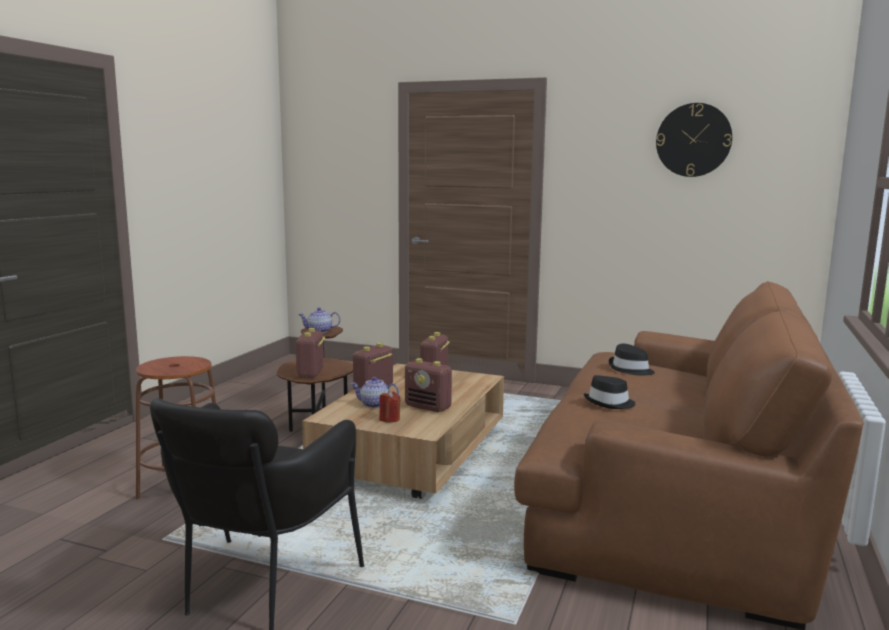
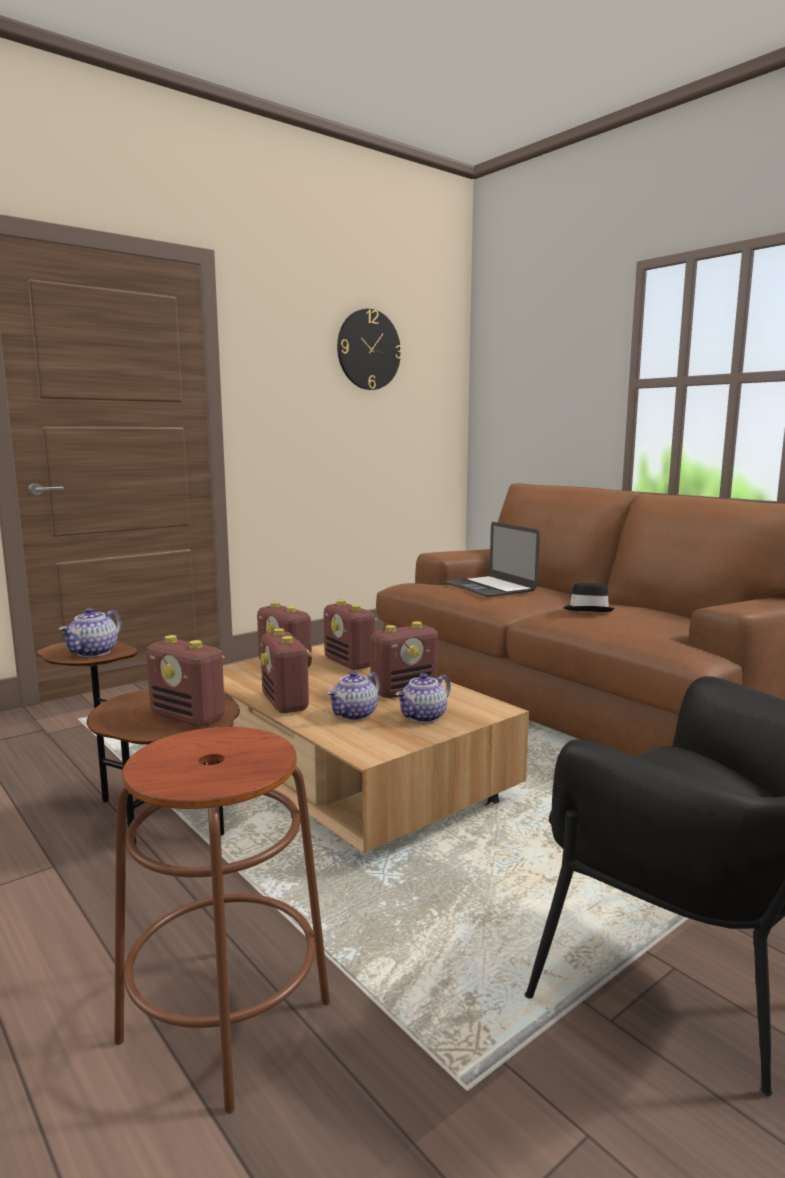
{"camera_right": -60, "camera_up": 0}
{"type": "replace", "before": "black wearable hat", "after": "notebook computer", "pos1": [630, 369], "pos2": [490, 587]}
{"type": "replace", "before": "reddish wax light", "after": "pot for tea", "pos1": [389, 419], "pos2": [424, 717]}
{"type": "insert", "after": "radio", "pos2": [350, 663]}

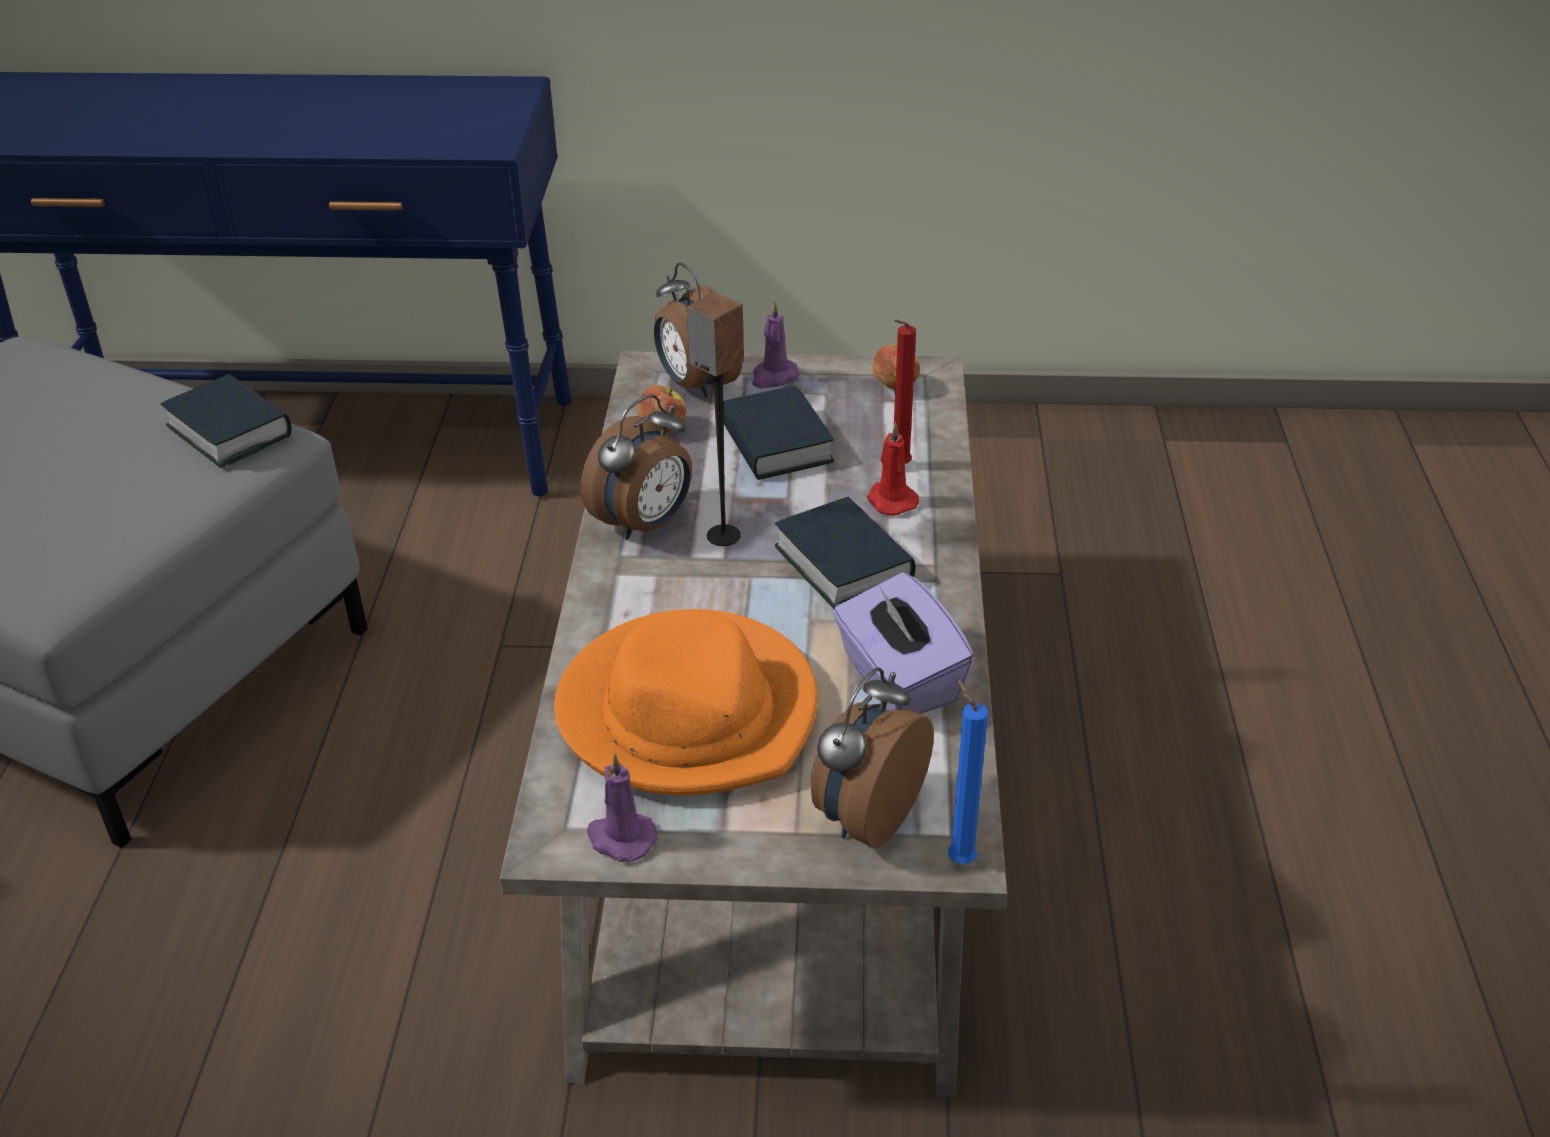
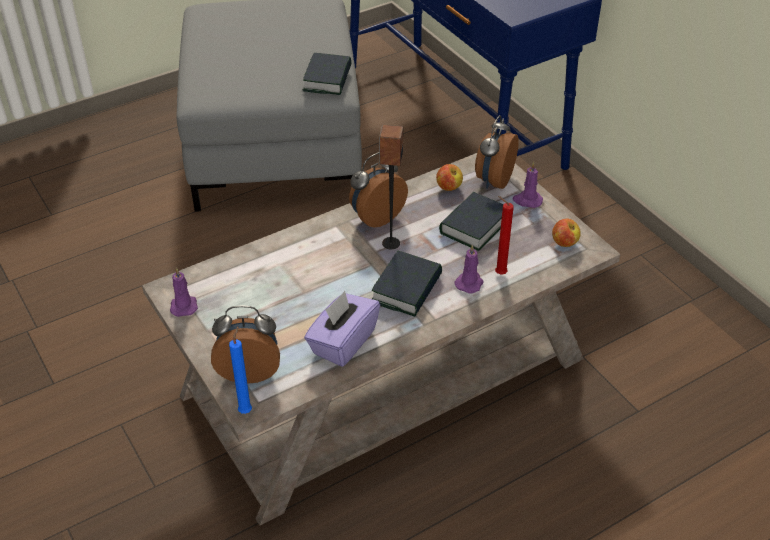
{"camera_right": 55, "camera_up": 5}
{"type": "rotate", "before": "bedside clock", "pos1": [645, 524], "pos2": [376, 217], "turn": 135}
{"type": "recolor", "before": "reddish wax light", "after": "purple-coloured wax light", "pos1": [890, 500], "pos2": [469, 283]}
{"type": "delete", "before": "orange wearable hat", "pos1": [690, 712]}

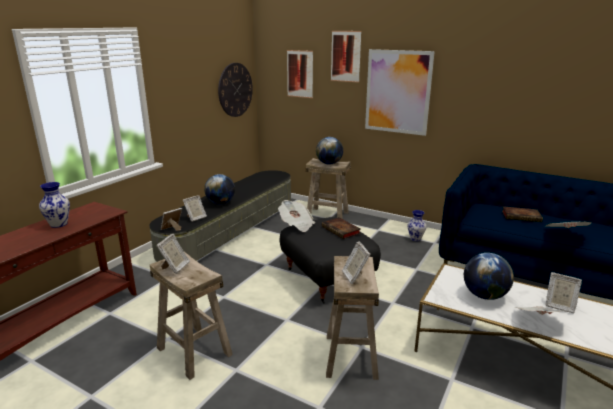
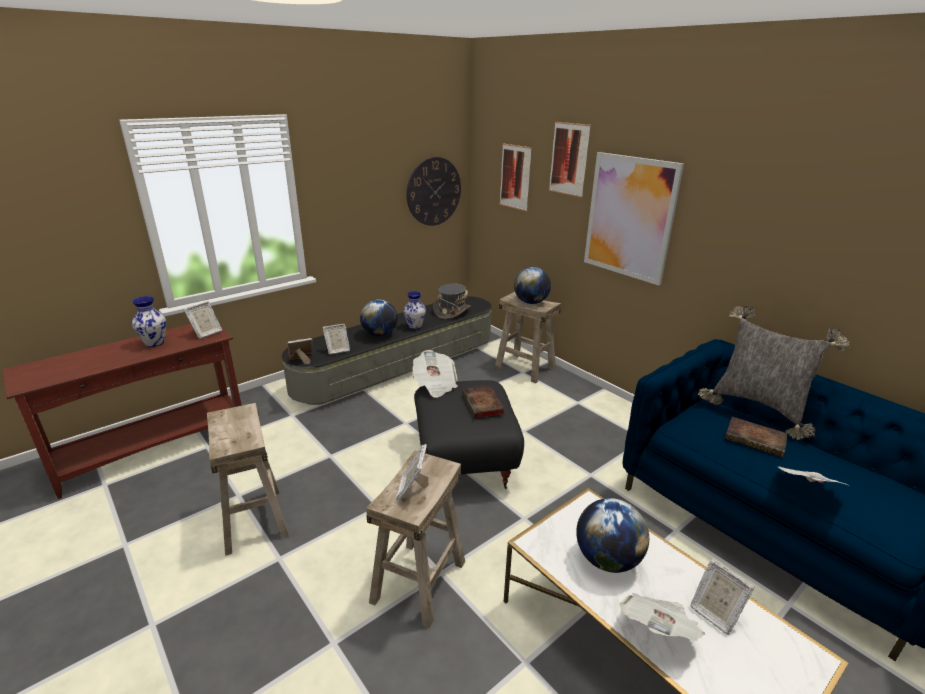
{"camera_right": 20, "camera_up": 5}
{"type": "move", "before": "decorative vase", "pos1": [415, 239], "pos2": [415, 326]}
{"type": "move", "before": "photo frame", "pos1": [175, 267], "pos2": [206, 333]}
{"type": "insert", "after": "greyish wearable hat", "pos2": [451, 311]}
{"type": "insert", "after": "pillow", "pos2": [756, 414]}

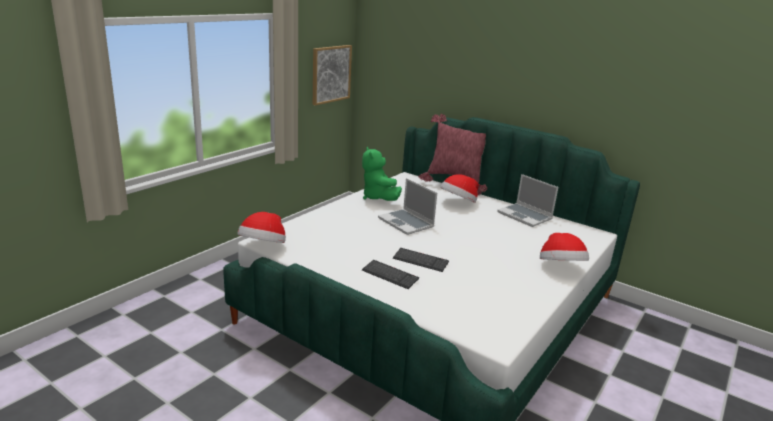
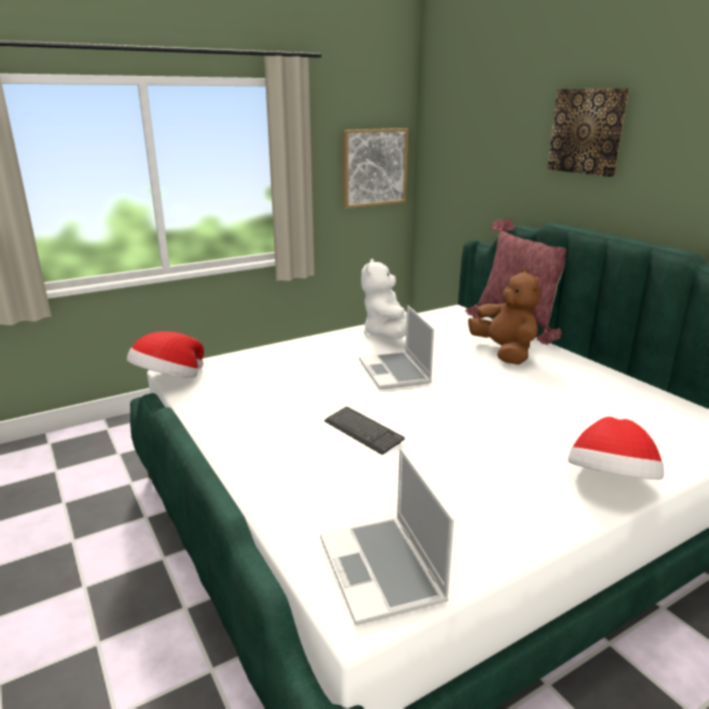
{"camera_right": 25, "camera_up": 0}
{"type": "recolor", "before": "greenish cuddly toy", "after": "white-coloured cuddly toy", "pos1": [378, 198], "pos2": [387, 334]}
{"type": "replace", "before": "wearable hat", "after": "brownish cuddly toy", "pos1": [458, 203], "pos2": [504, 353]}
{"type": "move", "before": "notebook computer", "pos1": [525, 216], "pos2": [383, 571]}
{"type": "delete", "before": "computer keyboard", "pos1": [390, 275]}
{"type": "insert", "after": "wall art", "pos2": [587, 131]}

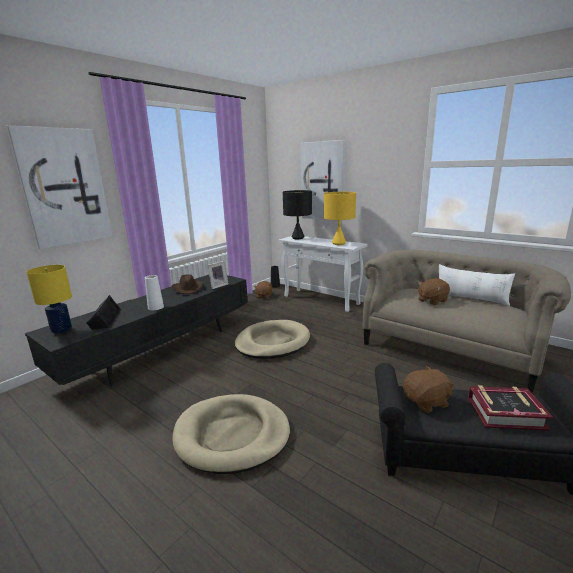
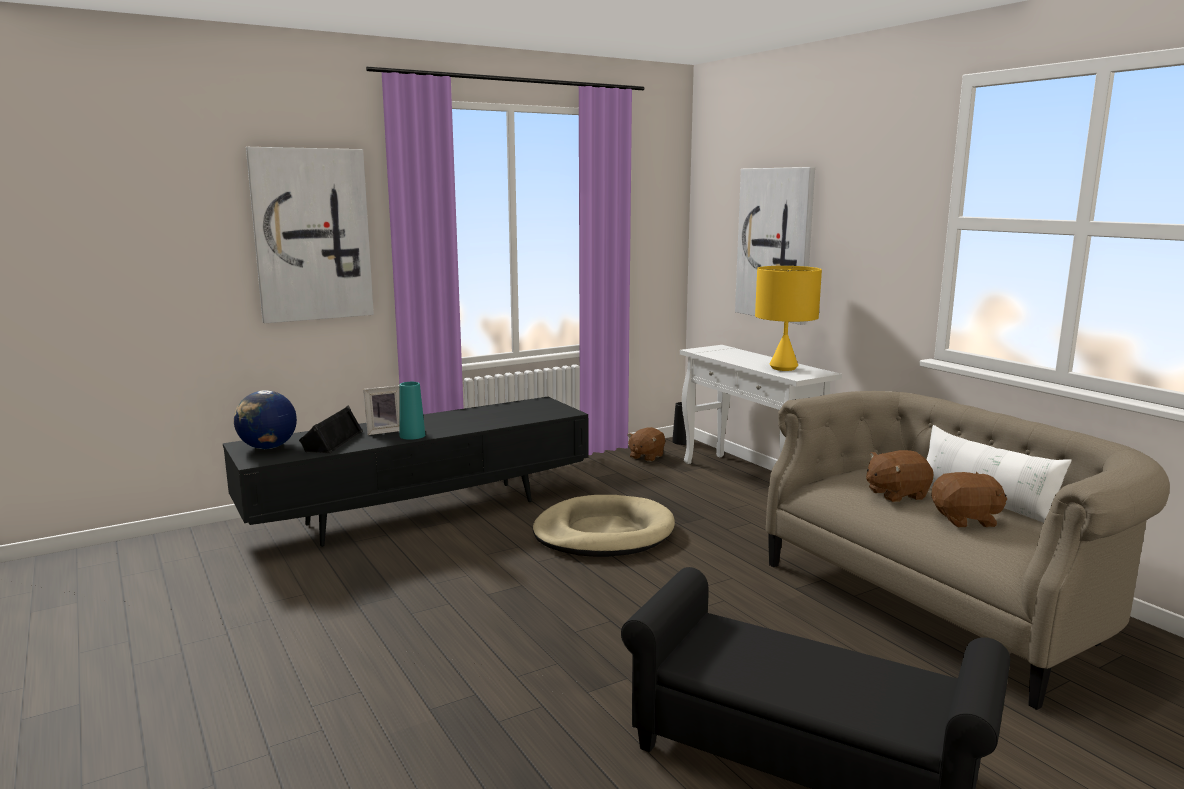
{"camera_right": 20, "camera_up": -5}
{"type": "delete", "before": "black lamp for a table", "pos1": [298, 238]}
{"type": "move", "before": "photo frame", "pos1": [218, 286], "pos2": [385, 431]}
{"type": "replace", "before": "yellowish lamp for a table", "after": "globe", "pos1": [62, 331], "pos2": [267, 447]}
{"type": "delete", "before": "brownish wearable hat", "pos1": [188, 289]}
{"type": "recolor", "before": "white-coloured decorative vase", "after": "turquoise-coloured decorative vase", "pos1": [155, 307], "pos2": [412, 435]}
{"type": "move", "before": "brownish cuddly toy", "pos1": [426, 402], "pos2": [966, 520]}
{"type": "delete", "before": "volume", "pos1": [505, 413]}
{"type": "delete", "before": "beige-coloured dog cushion", "pos1": [232, 435]}

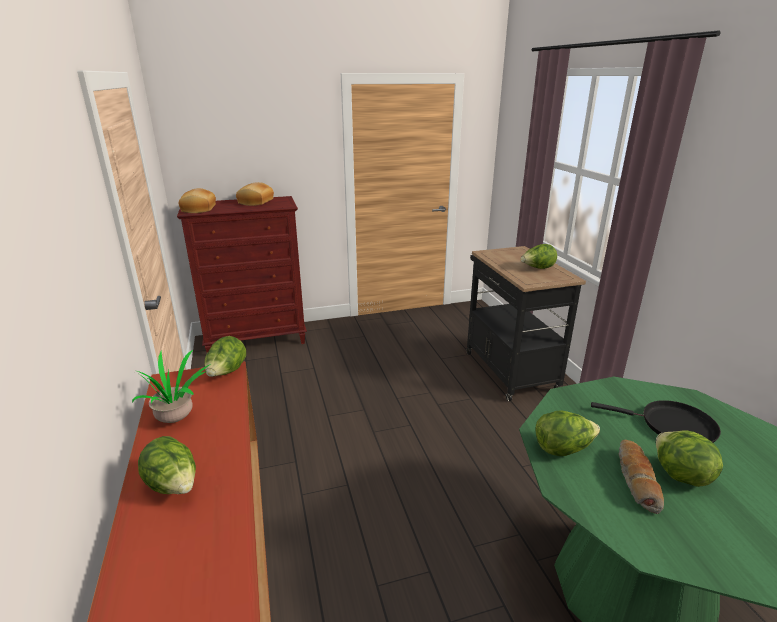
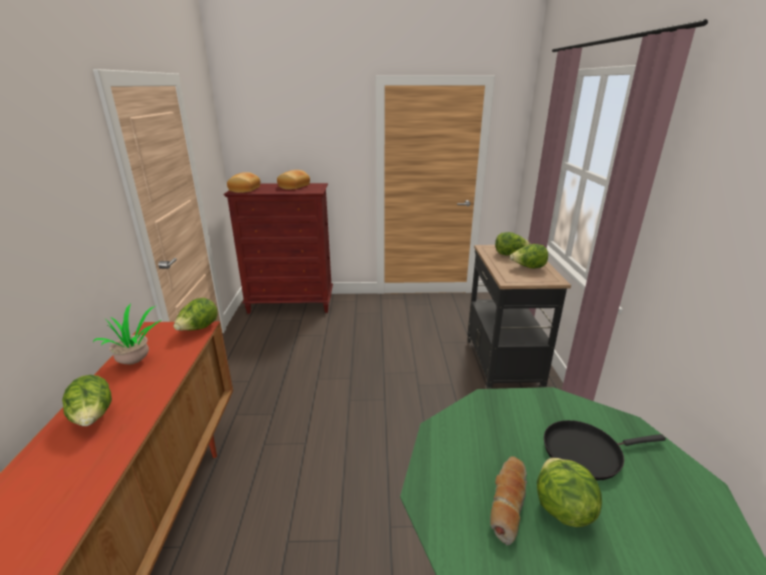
{"camera_right": 15, "camera_up": 0}
{"type": "rotate", "before": "black skillet", "pos1": [672, 426], "pos2": [586, 452], "turn": 135}
{"type": "move", "before": "head of lettuce", "pos1": [563, 448], "pos2": [509, 254]}

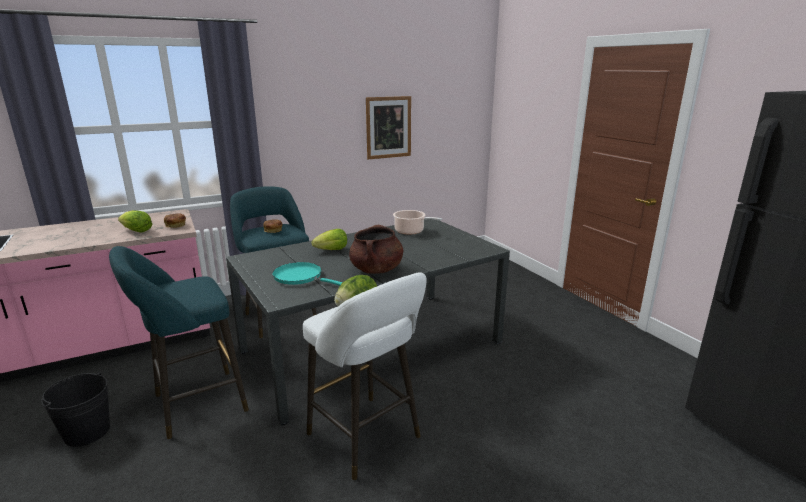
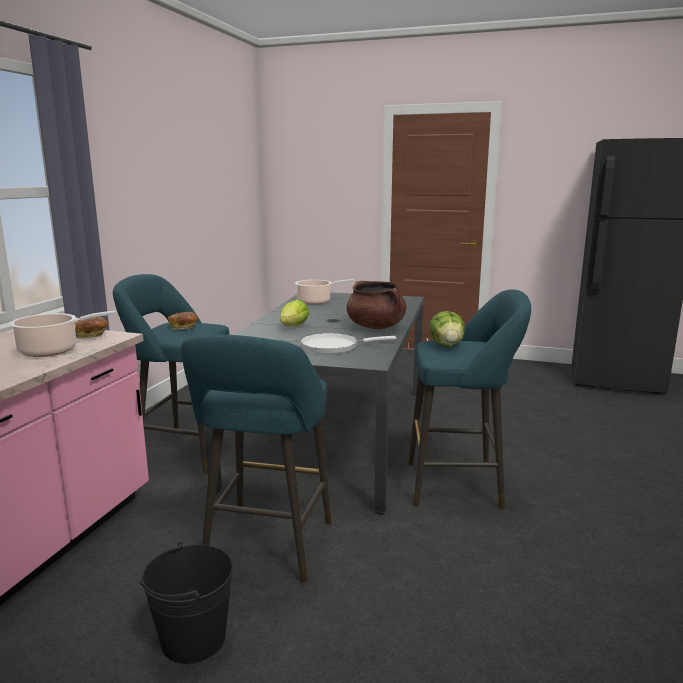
{"camera_right": -45, "camera_up": -5}
{"type": "delete", "before": "wall art", "pos1": [388, 127]}
{"type": "replace", "before": "head of lettuce", "after": "cooking pot", "pos1": [137, 231], "pos2": [53, 350]}
{"type": "recolor", "before": "turquoise-coloured skillet", "after": "white-coloured skillet", "pos1": [301, 277], "pos2": [333, 346]}
{"type": "recolor", "before": "white-coloured sitting stool", "after": "turquoise-coloured sitting stool", "pos1": [367, 439], "pos2": [460, 484]}

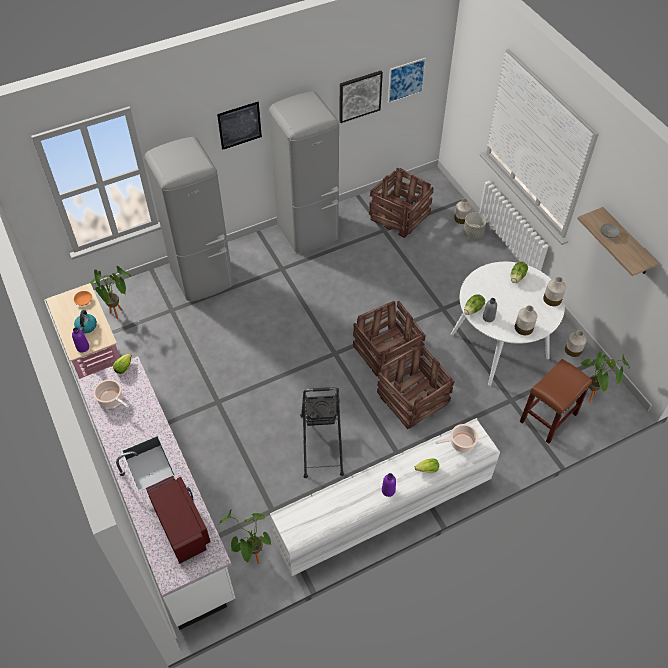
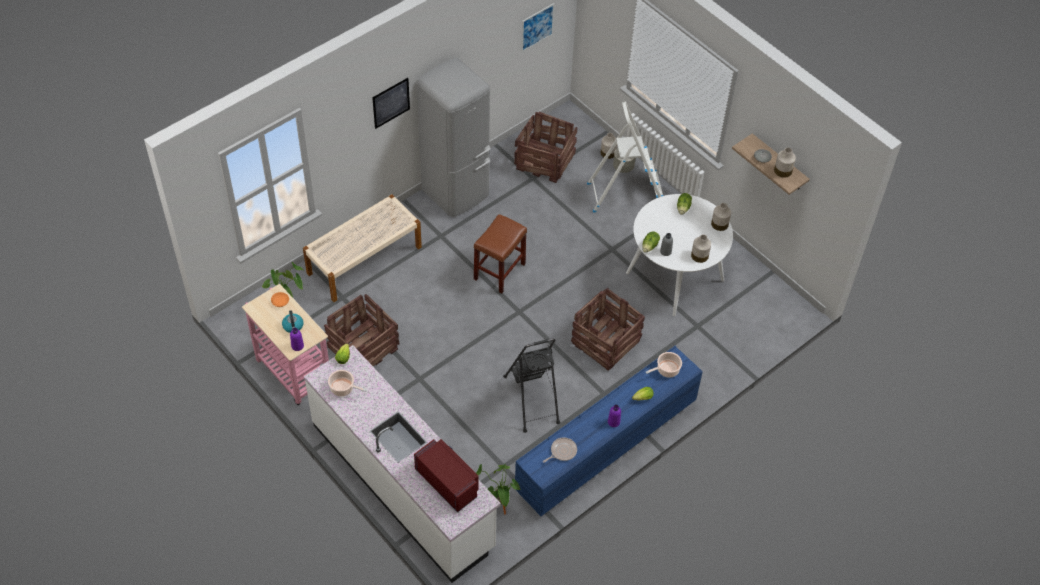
{"camera_right": -15, "camera_up": 0}
{"type": "delete", "before": "wall art", "pos1": [359, 96]}
{"type": "replace", "before": "greyish refrigerator", "after": "beige-coloured indoor bench", "pos1": [203, 279], "pos2": [364, 260]}
{"type": "move", "before": "packing crate", "pos1": [388, 352], "pos2": [364, 347]}
{"type": "move", "before": "beige-coloured decorative vase", "pos1": [573, 350], "pos2": [783, 170]}
{"type": "delete", "before": "houseplant", "pos1": [592, 398]}
{"type": "move", "before": "brownish sitting stool", "pos1": [548, 418], "pos2": [499, 272]}
{"type": "recolor", "before": "white-coloured storage cabinet", "after": "blue-coloured storage cabinet", "pos1": [384, 514], "pos2": [606, 450]}
{"type": "insert", "after": "white-coloured step ladder", "pos2": [626, 194]}
{"type": "insert", "after": "skillet", "pos2": [562, 451]}

